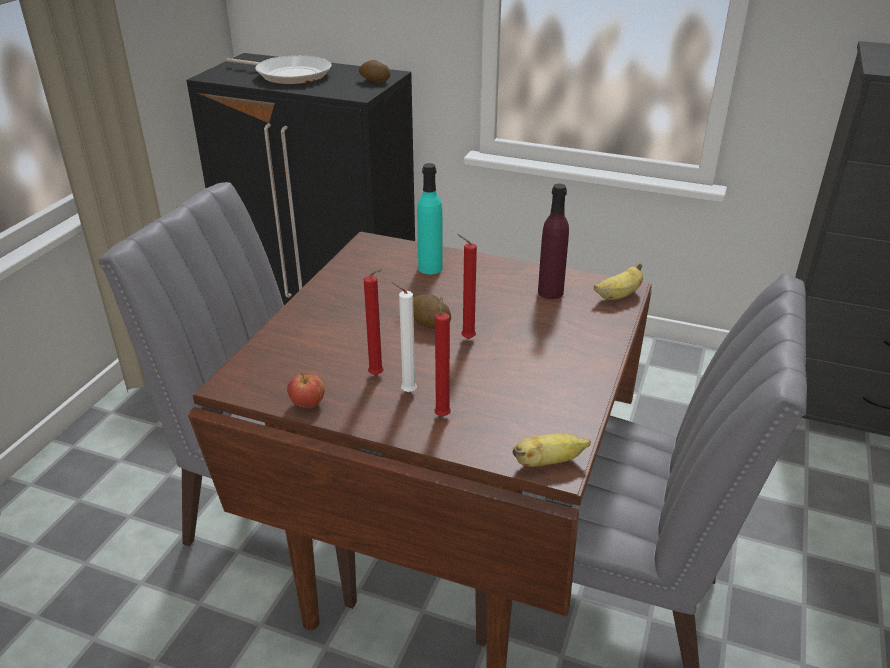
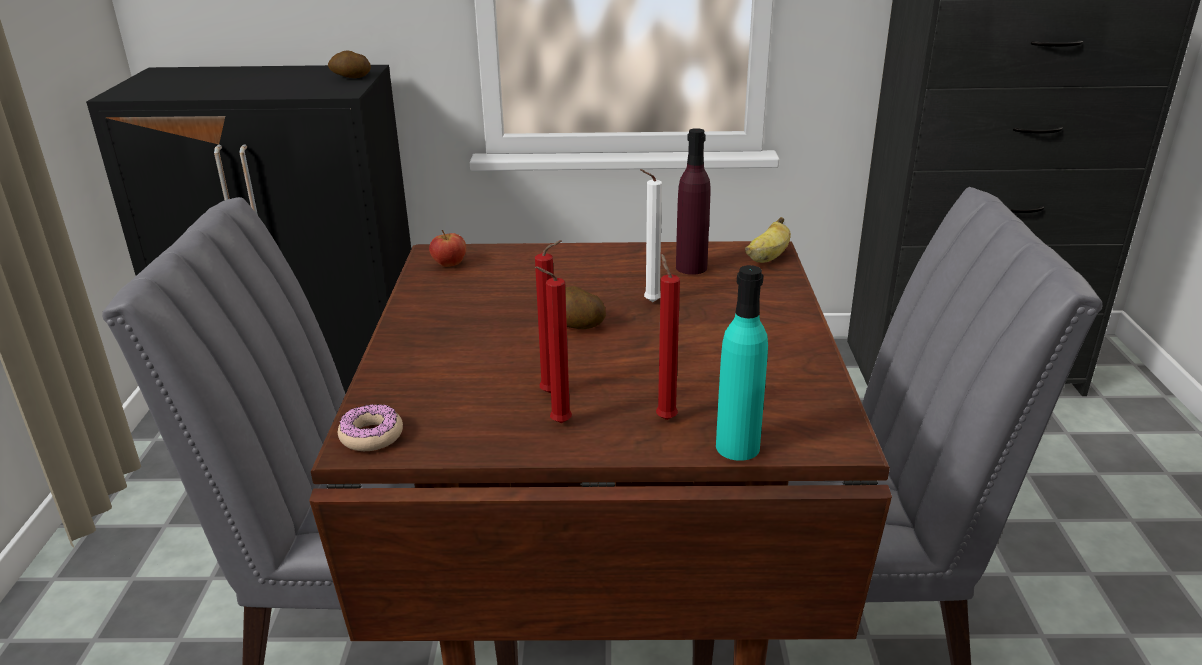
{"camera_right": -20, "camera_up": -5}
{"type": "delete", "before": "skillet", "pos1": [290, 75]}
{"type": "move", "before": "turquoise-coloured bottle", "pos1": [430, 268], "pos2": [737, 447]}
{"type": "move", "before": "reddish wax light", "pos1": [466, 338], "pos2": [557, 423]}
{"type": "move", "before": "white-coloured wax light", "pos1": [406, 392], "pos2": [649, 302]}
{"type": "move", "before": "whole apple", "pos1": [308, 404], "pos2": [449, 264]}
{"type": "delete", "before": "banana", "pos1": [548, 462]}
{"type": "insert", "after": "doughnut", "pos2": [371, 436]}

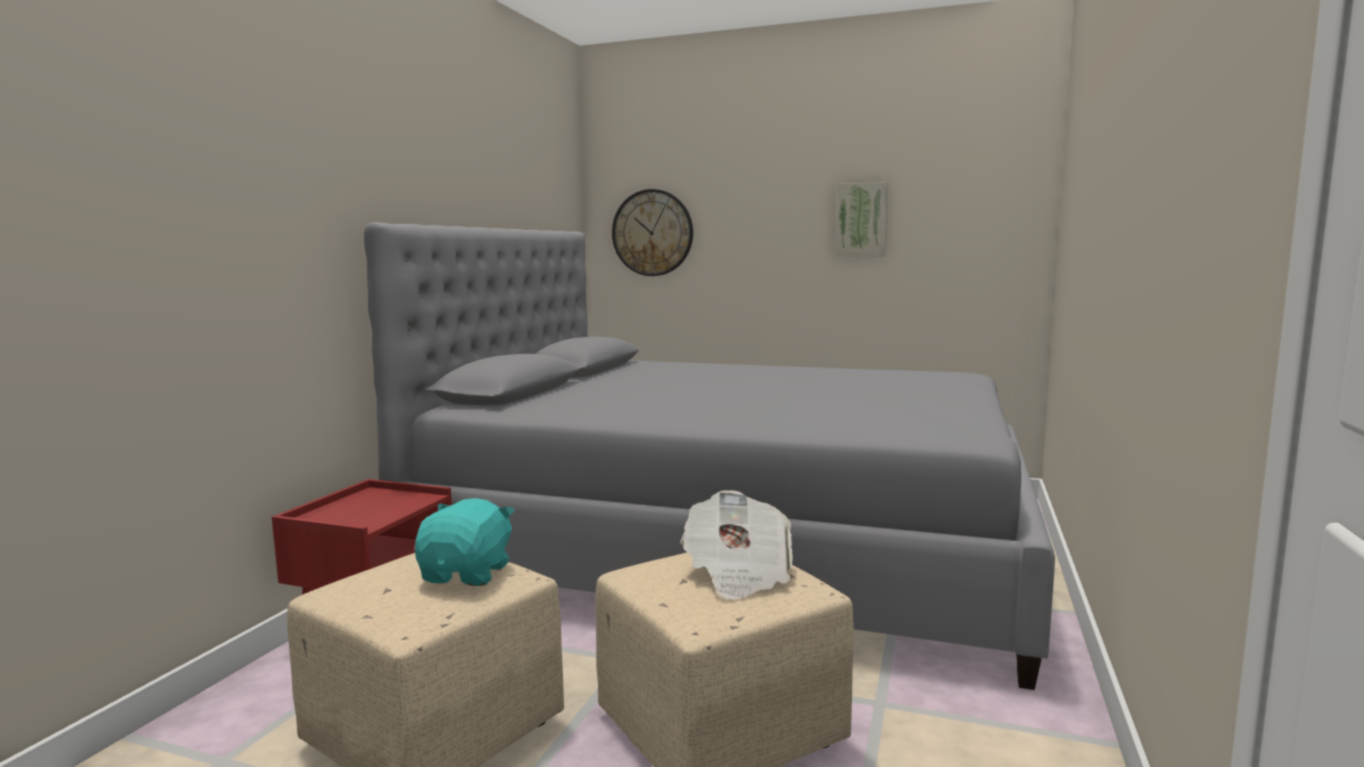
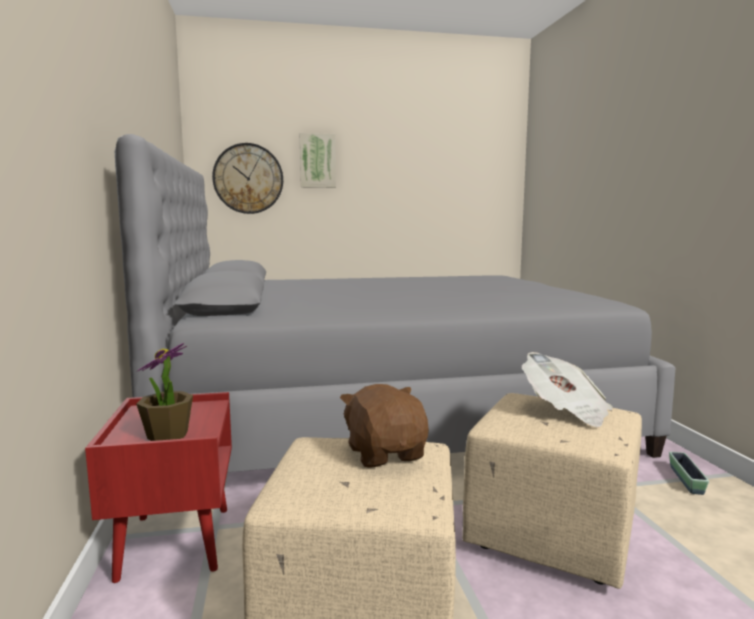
{"camera_right": -30, "camera_up": 0}
{"type": "move", "before": "wall art", "pos1": [861, 220], "pos2": [317, 161]}
{"type": "recolor", "before": "turquoise-coloured cuddly toy", "after": "brownish cuddly toy", "pos1": [468, 574], "pos2": [386, 453]}
{"type": "insert", "after": "houseplant", "pos2": [167, 435]}
{"type": "insert", "after": "planter", "pos2": [686, 480]}

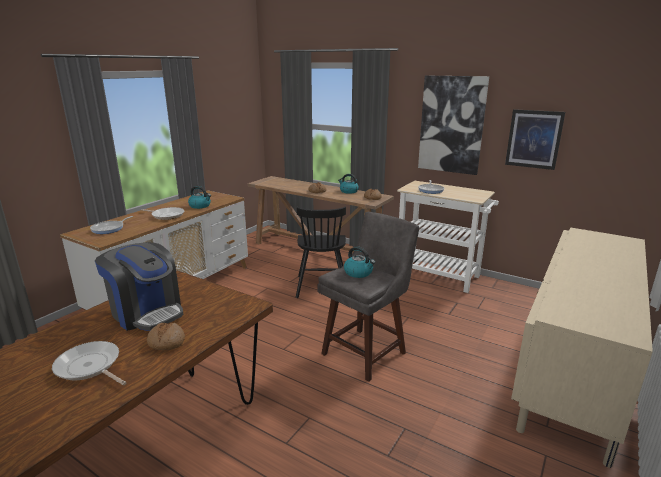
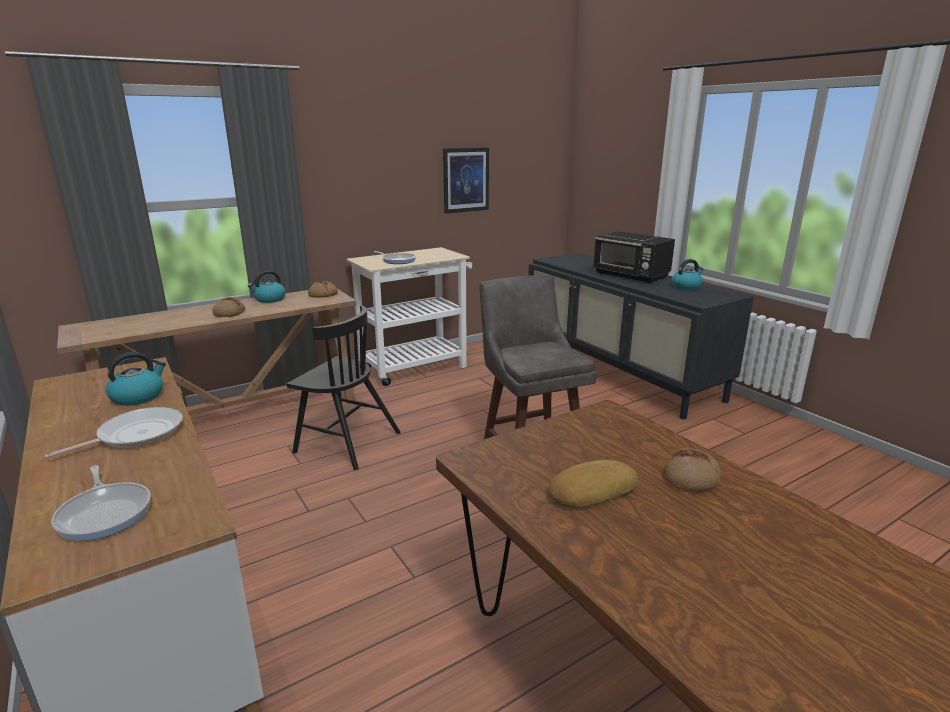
{"camera_right": -65, "camera_up": 0}
{"type": "delete", "before": "wall art", "pos1": [451, 125]}
{"type": "recolor", "before": "beige-coloured storage cabinet", "after": "black storage cabinet", "pos1": [571, 370], "pos2": [618, 372]}
{"type": "replace", "before": "coffee machine", "after": "baked bread", "pos1": [147, 312], "pos2": [590, 490]}
{"type": "move", "before": "tea kettle", "pos1": [359, 273], "pos2": [686, 287]}
{"type": "delete", "before": "skillet", "pos1": [90, 367]}
{"type": "insert", "after": "black kitchen microwave", "pos2": [631, 276]}

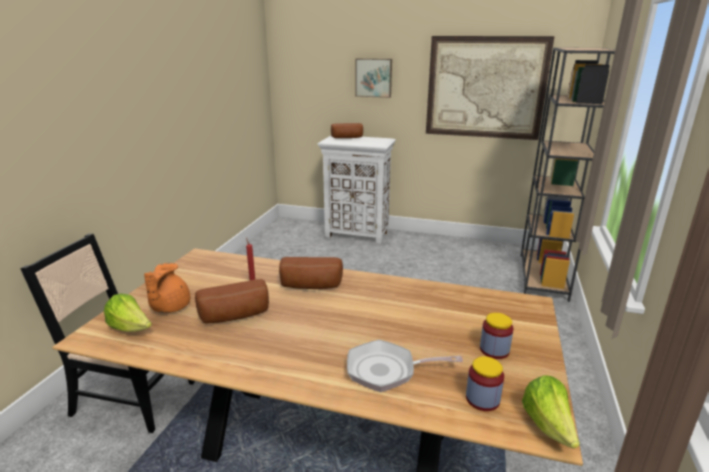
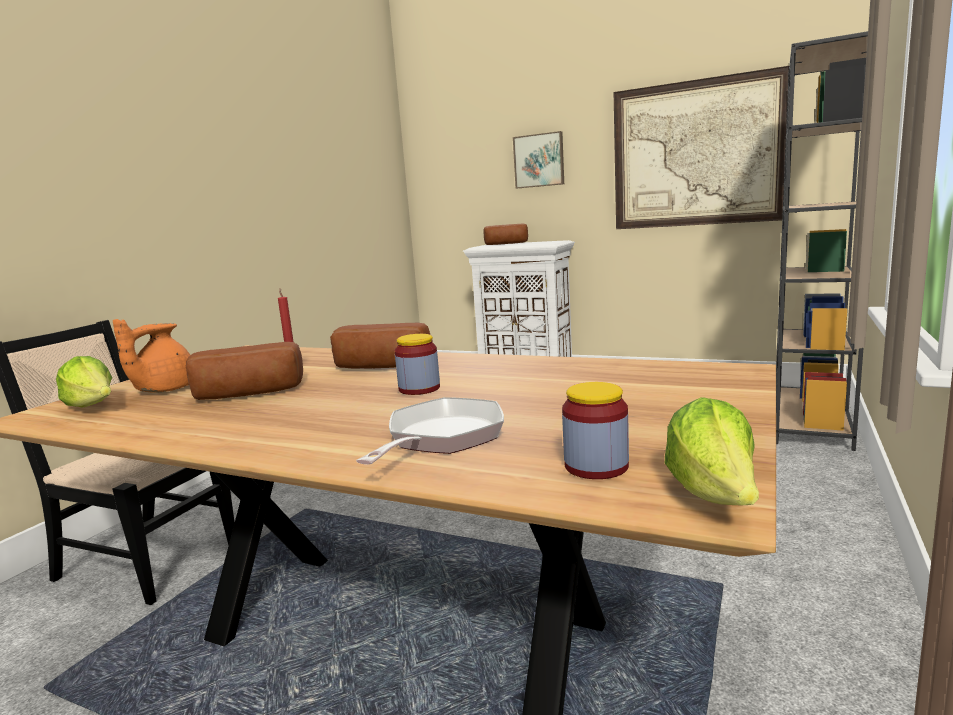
{"camera_right": 10, "camera_up": -10}
{"type": "move", "before": "jar", "pos1": [494, 350], "pos2": [419, 389]}
{"type": "rotate", "before": "skillet", "pos1": [387, 370], "pos2": [441, 438], "turn": 105}

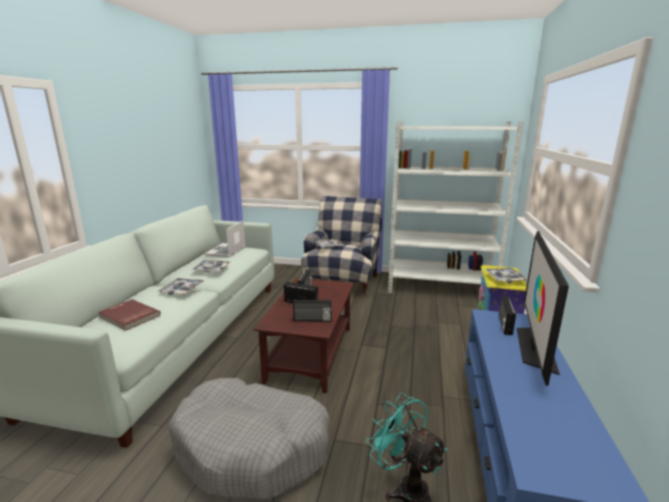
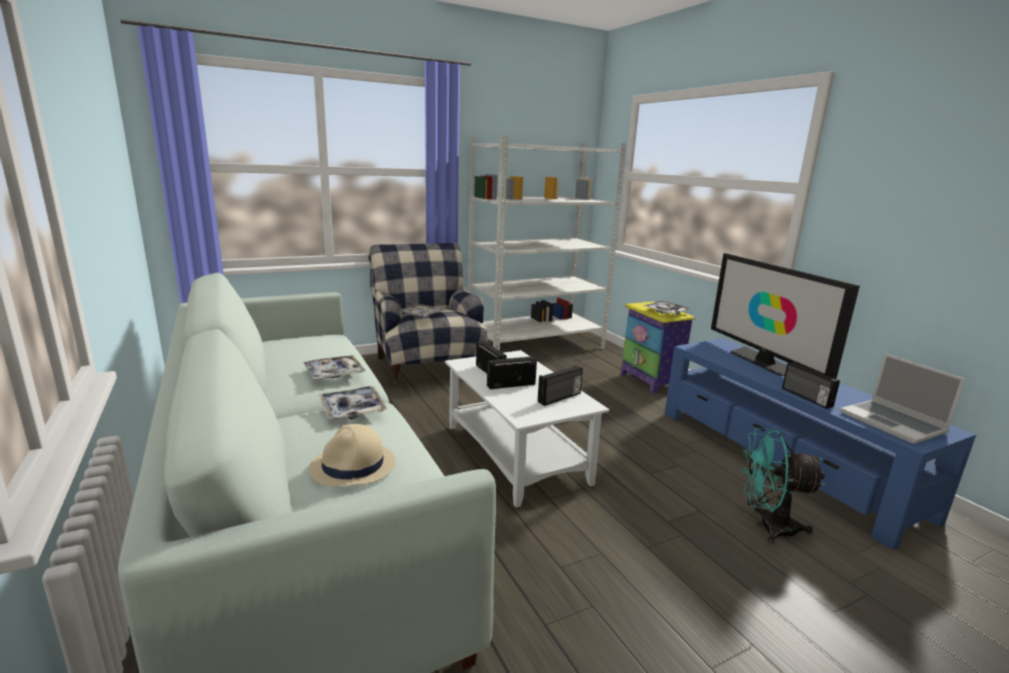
{"camera_right": -40, "camera_up": 0}
{"type": "move", "before": "notebook computer", "pos1": [226, 251], "pos2": [893, 423]}
{"type": "recolor", "before": "brownish low table", "after": "white-coloured low table", "pos1": [310, 352], "pos2": [514, 453]}
{"type": "move", "before": "radio", "pos1": [504, 325], "pos2": [806, 397]}
{"type": "replace", "before": "reddish volume", "after": "beige-coloured wearable hat", "pos1": [128, 316], "pos2": [353, 466]}
{"type": "delete", "before": "greyish dog cushion", "pos1": [252, 447]}

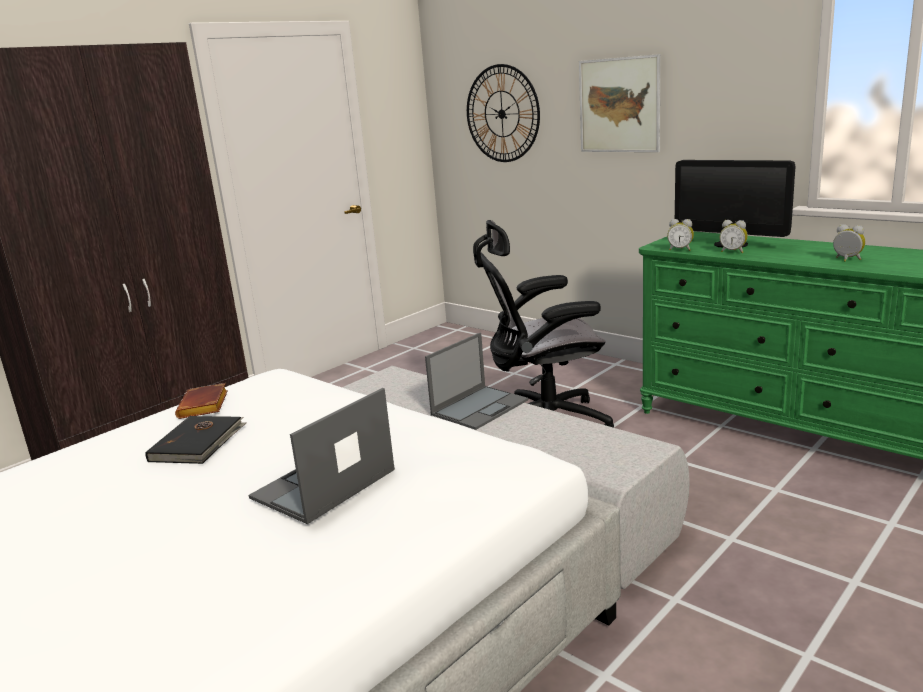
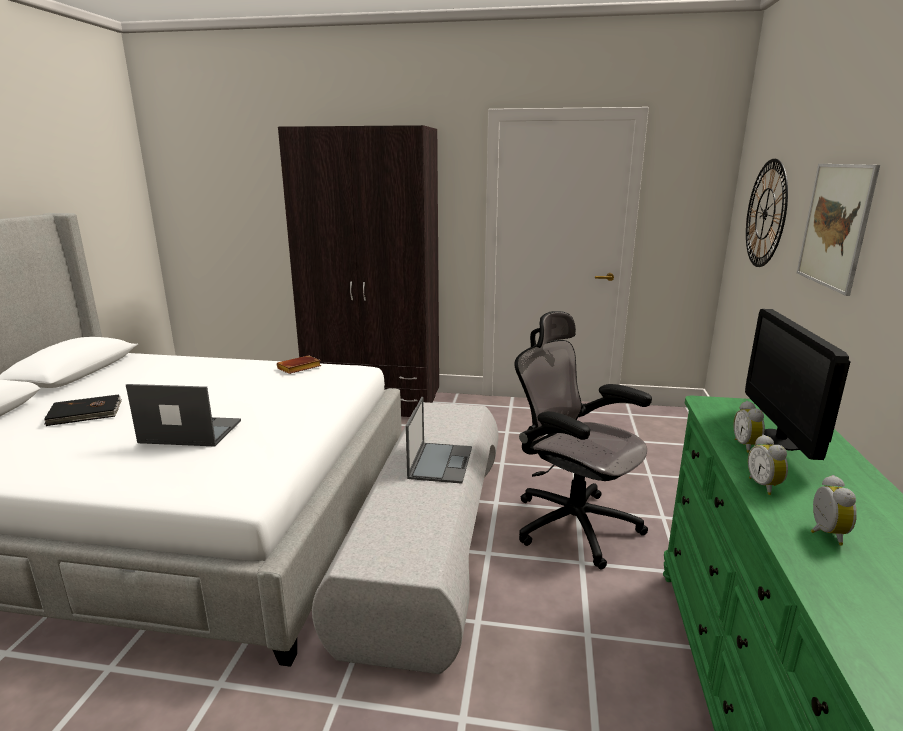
{"camera_right": 55, "camera_up": 0}
{"type": "move", "before": "bedside clock", "pos1": [680, 249], "pos2": [765, 486]}
{"type": "rotate", "before": "notebook computer", "pos1": [480, 407], "pos2": [440, 462], "turn": -90}
{"type": "move", "before": "black volume", "pos1": [199, 443], "pos2": [85, 413]}

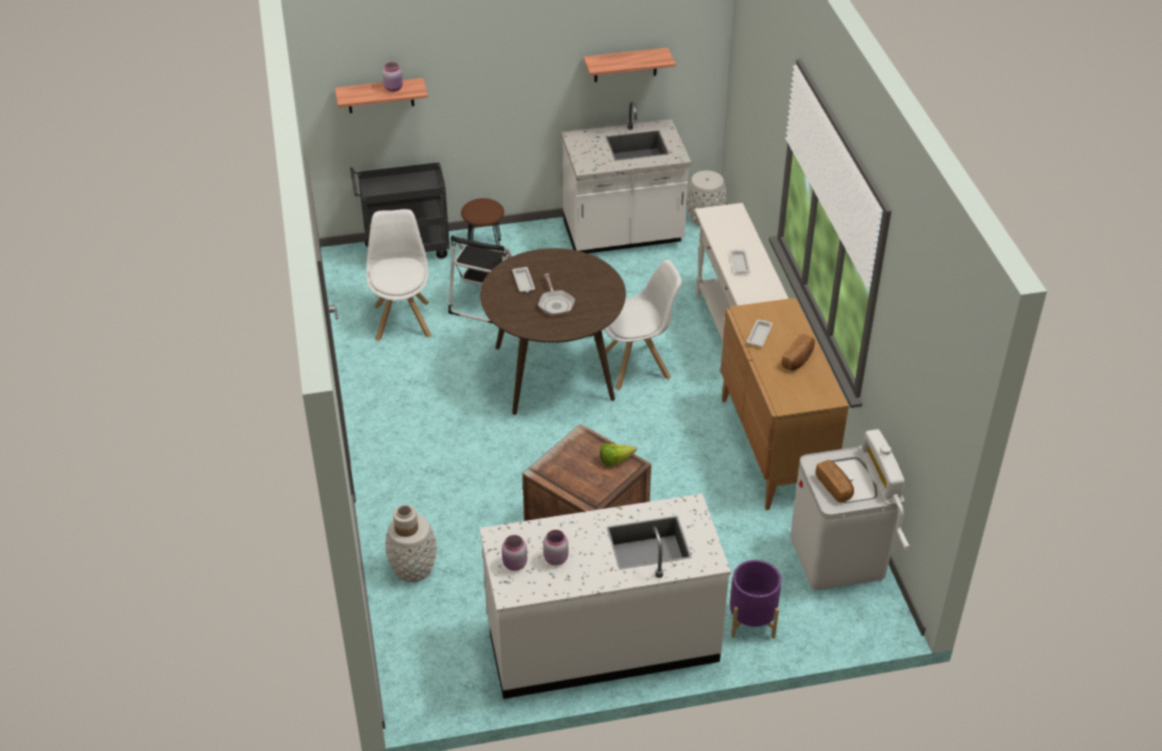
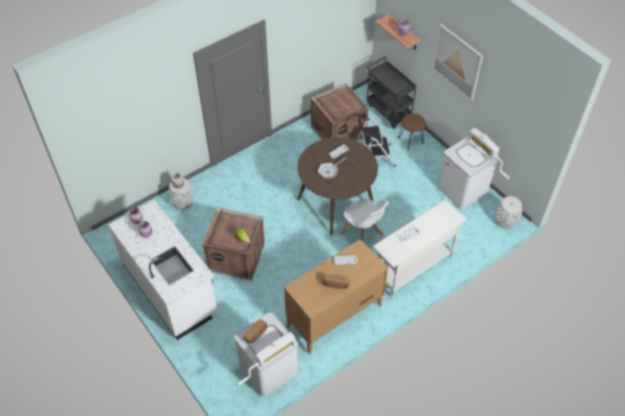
{"camera_right": 65, "camera_up": 10}
{"type": "delete", "before": "shelf", "pos1": [625, 65]}
{"type": "replace", "before": "white-coloured counter", "after": "white-coloured laundry appliance", "pos1": [623, 235], "pos2": [463, 191]}
{"type": "replace", "before": "white-coloured upright chair", "after": "packing crate", "pos1": [402, 318], "pos2": [339, 131]}
{"type": "delete", "before": "purple-coloured planter", "pos1": [752, 620]}
{"type": "insert", "after": "wall art", "pos2": [457, 62]}

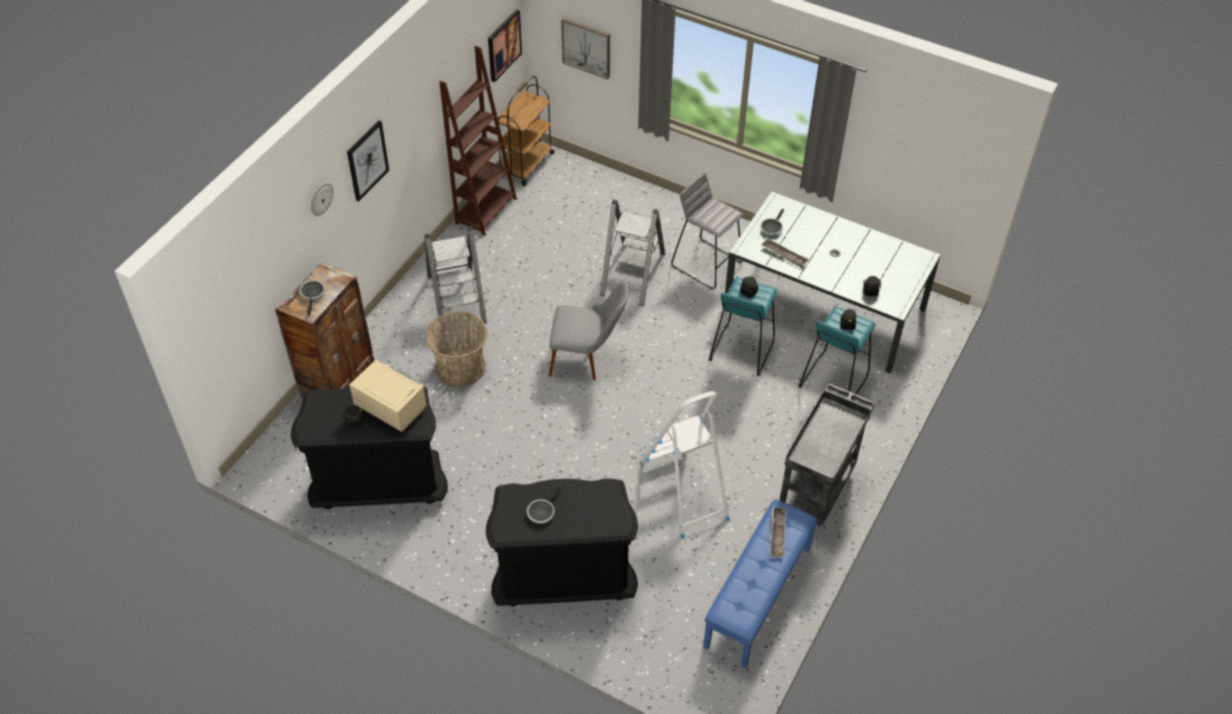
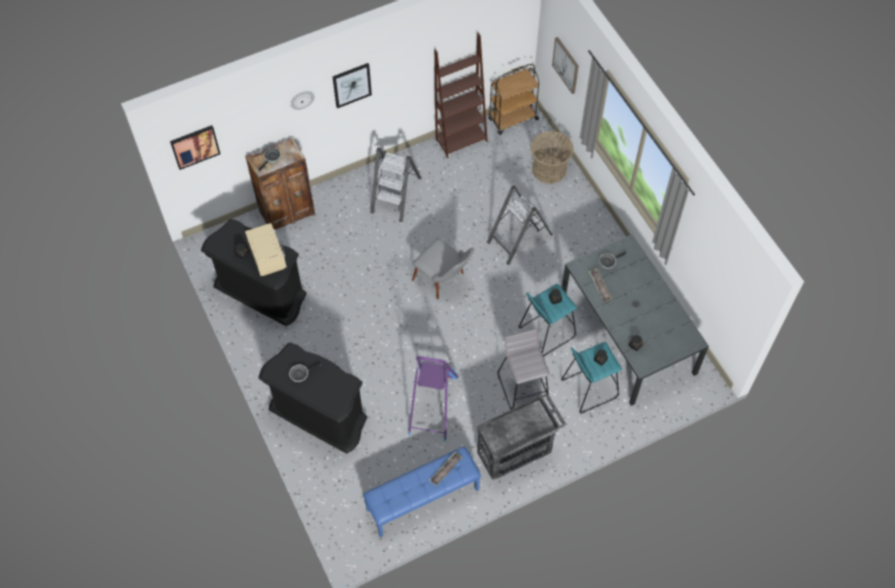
{"camera_right": 35, "camera_up": 10}
{"type": "move", "before": "wall art", "pos1": [503, 45], "pos2": [195, 146]}
{"type": "move", "before": "greyish sitting stool", "pos1": [706, 263], "pos2": [523, 386]}
{"type": "move", "before": "household basket", "pos1": [460, 367], "pos2": [549, 169]}
{"type": "recolor", "before": "white-coloured step ladder", "after": "purple-coloured step ladder", "pos1": [683, 489], "pos2": [433, 404]}

